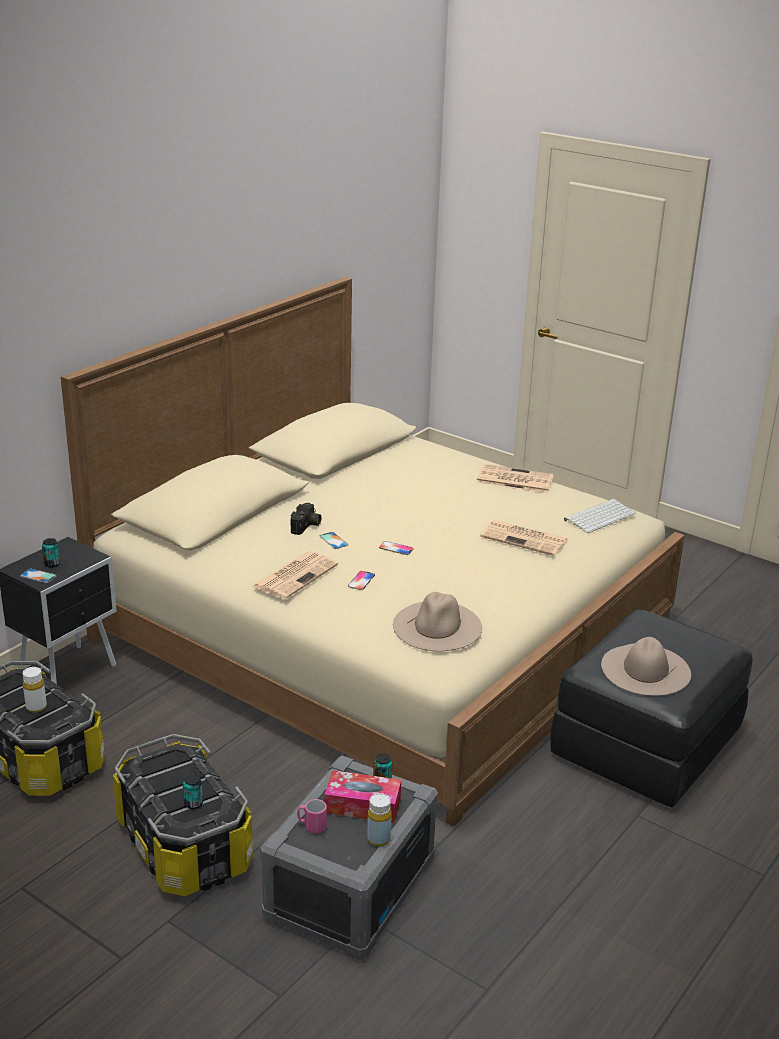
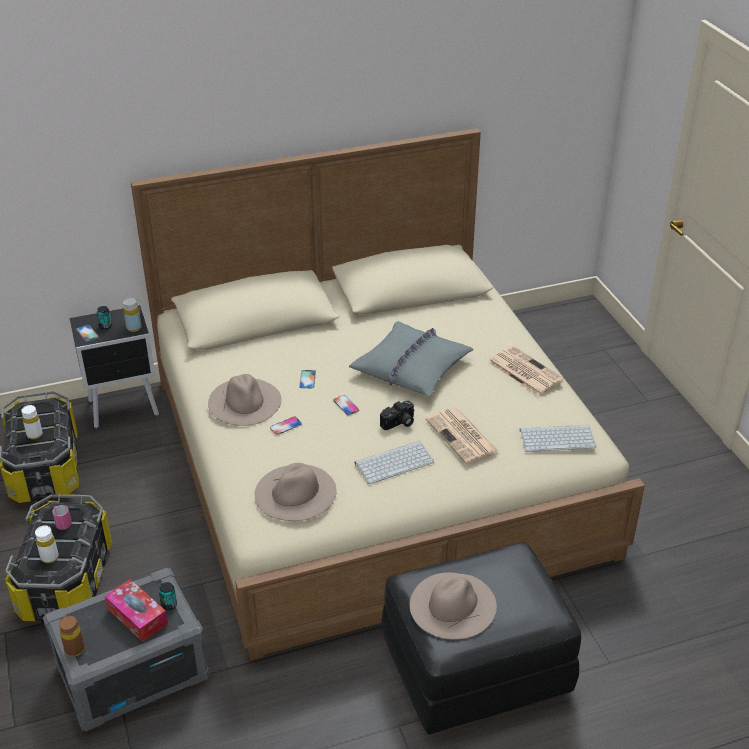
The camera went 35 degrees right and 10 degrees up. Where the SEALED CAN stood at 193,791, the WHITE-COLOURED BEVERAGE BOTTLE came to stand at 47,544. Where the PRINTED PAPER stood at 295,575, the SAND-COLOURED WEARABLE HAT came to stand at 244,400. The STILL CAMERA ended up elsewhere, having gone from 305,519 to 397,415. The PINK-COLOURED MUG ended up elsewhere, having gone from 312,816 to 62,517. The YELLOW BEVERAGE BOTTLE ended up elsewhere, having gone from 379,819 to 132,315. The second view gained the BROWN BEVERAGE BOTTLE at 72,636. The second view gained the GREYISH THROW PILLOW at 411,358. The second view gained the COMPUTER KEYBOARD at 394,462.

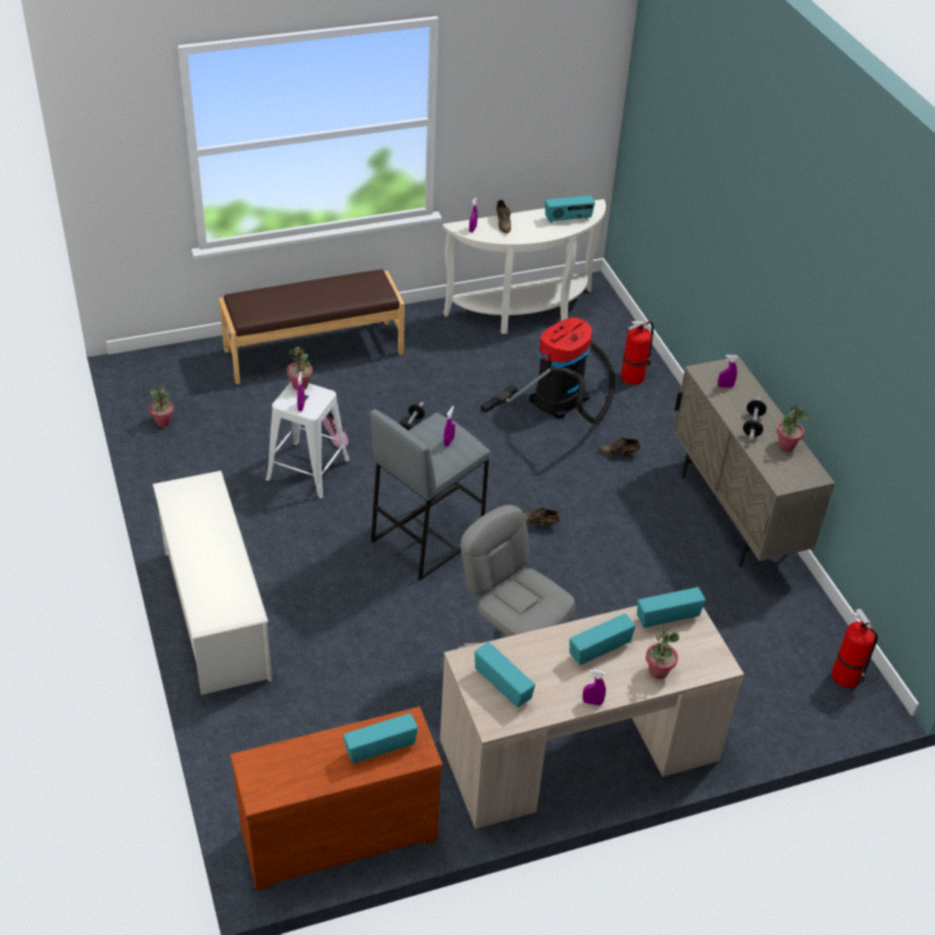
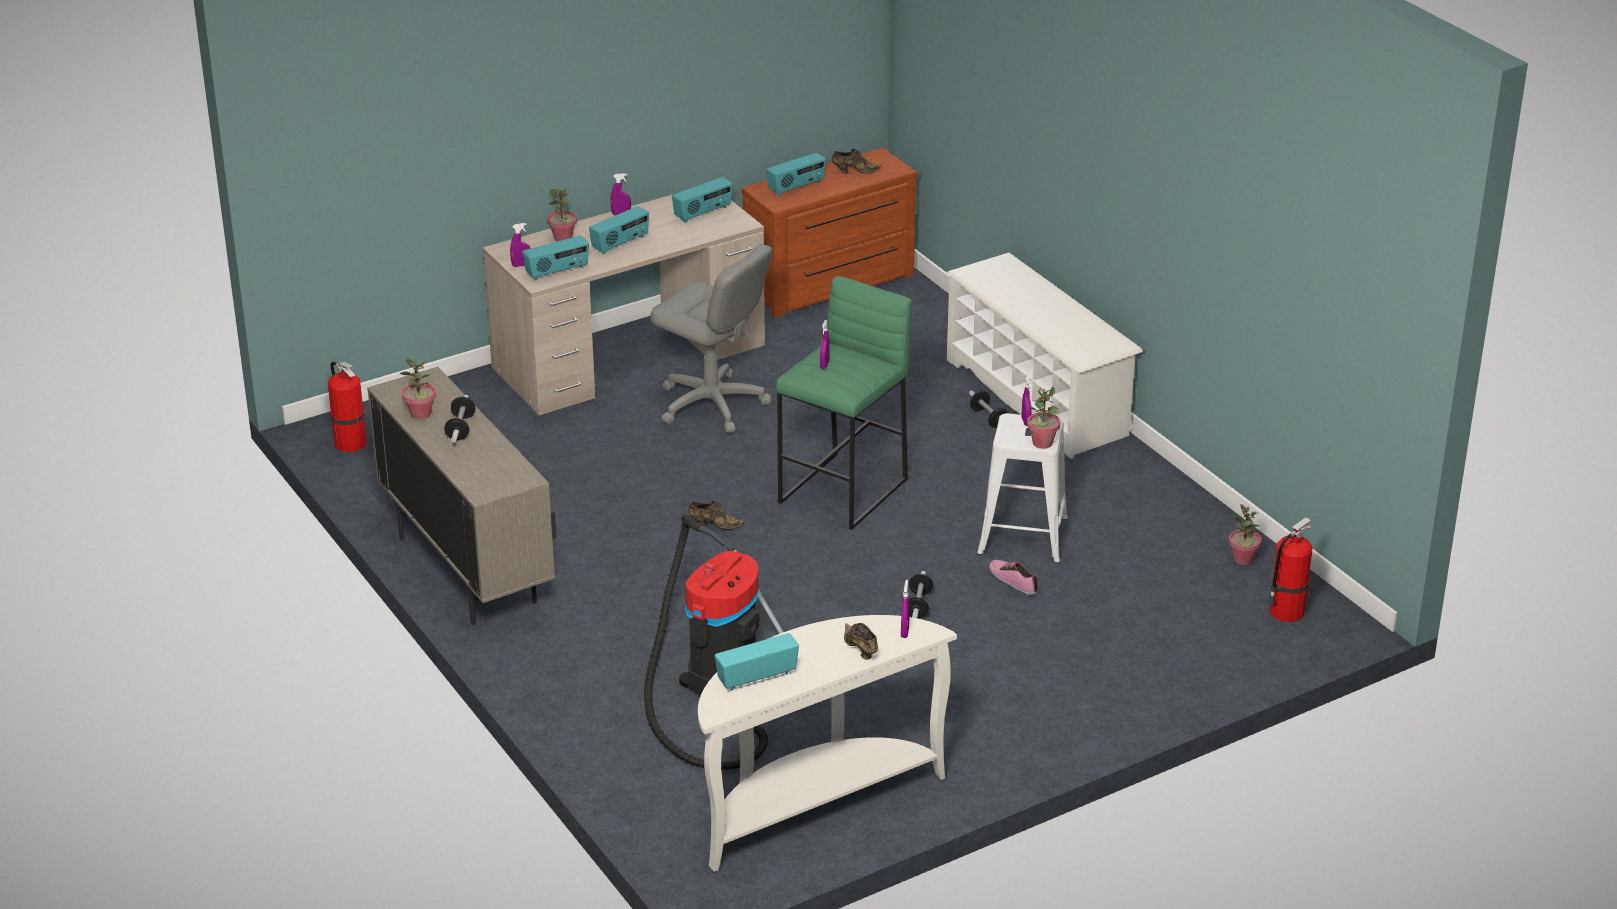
The camera went 170 degrees right and 10 degrees down. The second view lost the BROWN BENCH at 312,326. What was the GREYISH STOOL SEAT at 430,494 turned into the GREEN STOOL SEAT at 844,403. The RADIO at 505,675 ended up facing another way, 75 degrees counterclockwise from before. The BROWN LOW SHOE ended up elsewhere, having gone from 618,447 to 856,161. The EXTINGUISHER ended up elsewhere, having gone from 637,353 to 1290,569. The PURPLISH SPRAYER ended up elsewhere, having gone from 728,371 to 520,245. The second view gained the DUMBBELL at 988,409.

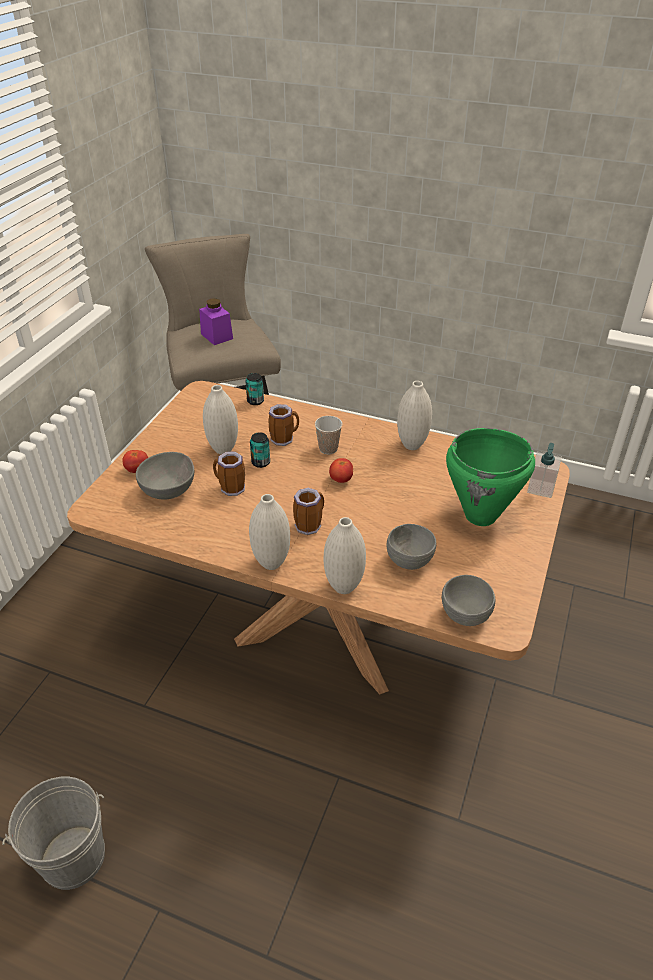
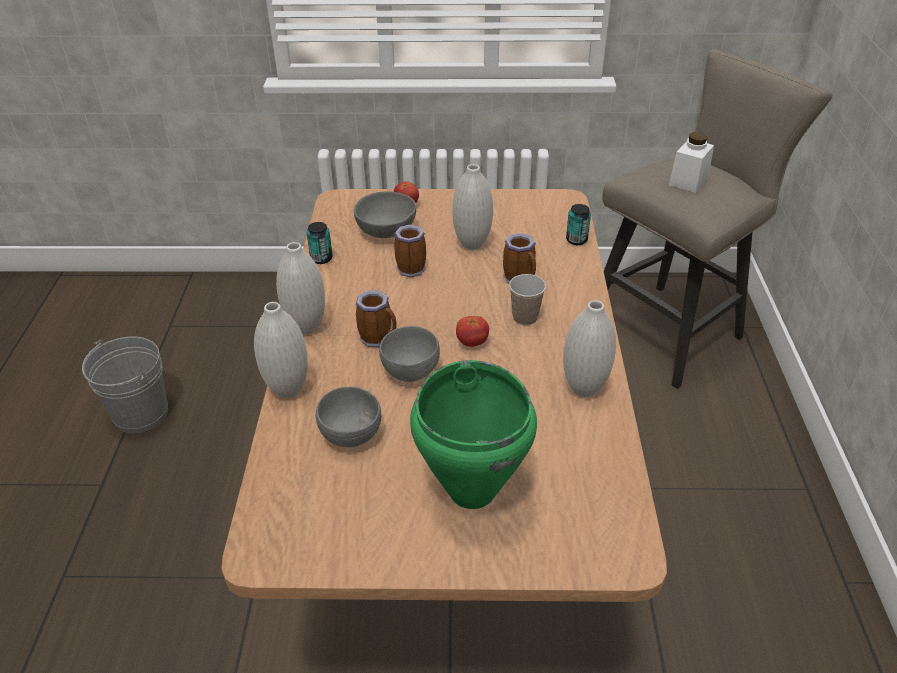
The camera went 70 degrees right and 0 degrees up. What was the PURPLISH JAR at 216,321 turned into the WHITE-COLOURED JAR at 691,162. The SEALED CAN ended up elsewhere, having gone from 260,450 to 320,243. The GREYISH SERVING BOWL ended up elsewhere, having gone from 468,600 to 409,354. The second view lost the SOAP DISPENSER at 544,470.

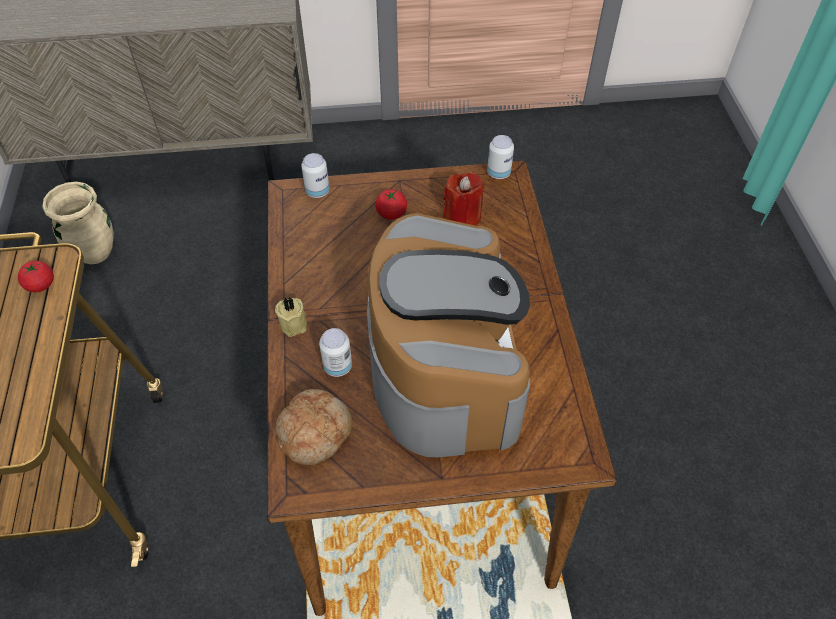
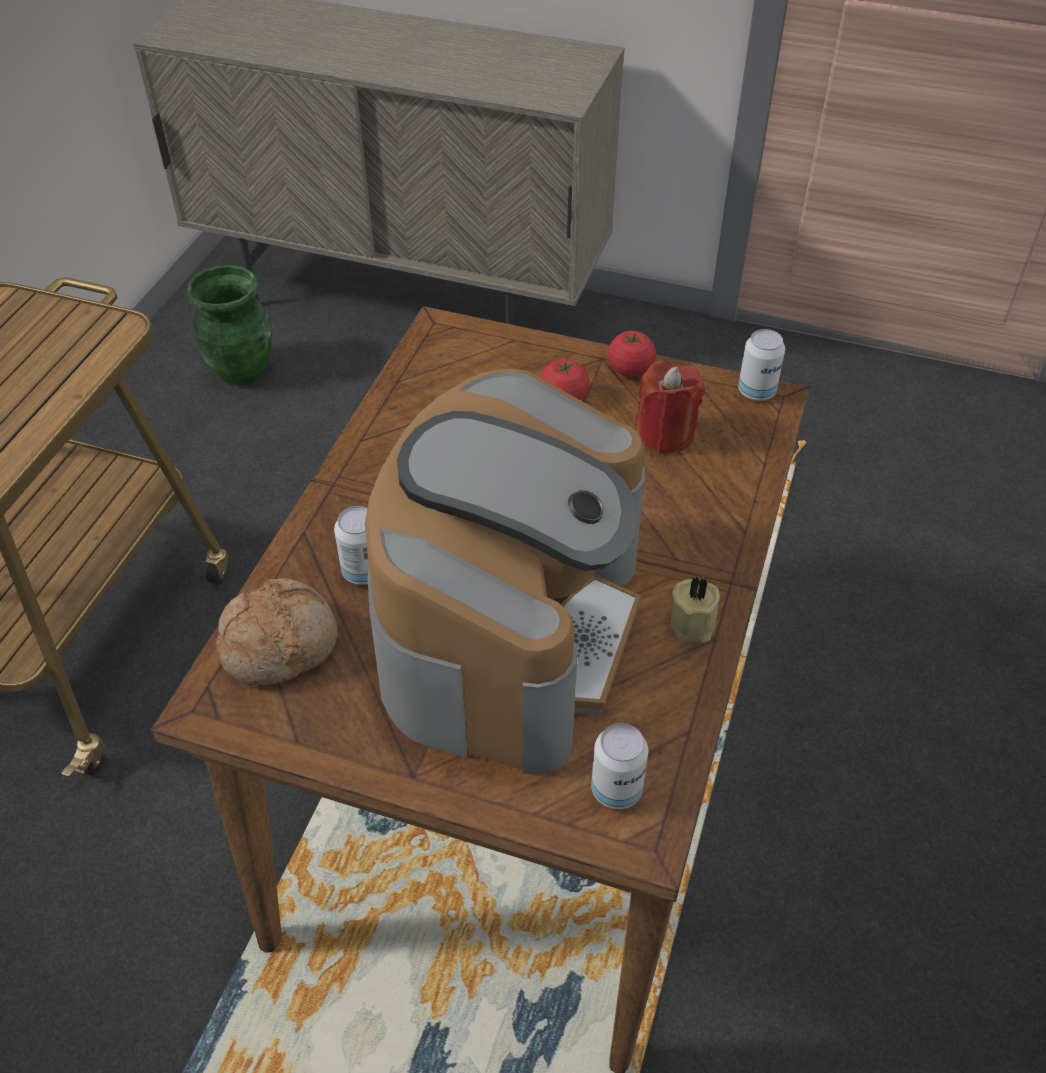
The camera went 25 degrees right and 5 degrees down. The FRESH TOMATO ended up elsewhere, having gone from 36,276 to 632,354. What was the SAND-COLOURED VASE at 78,223 turned into the GREEN VASE at 229,325. The SAND-COLOURED WAX LIGHT ended up elsewhere, having gone from 291,316 to 695,610. The SEALED CAN ended up elsewhere, having gone from 315,175 to 619,766.

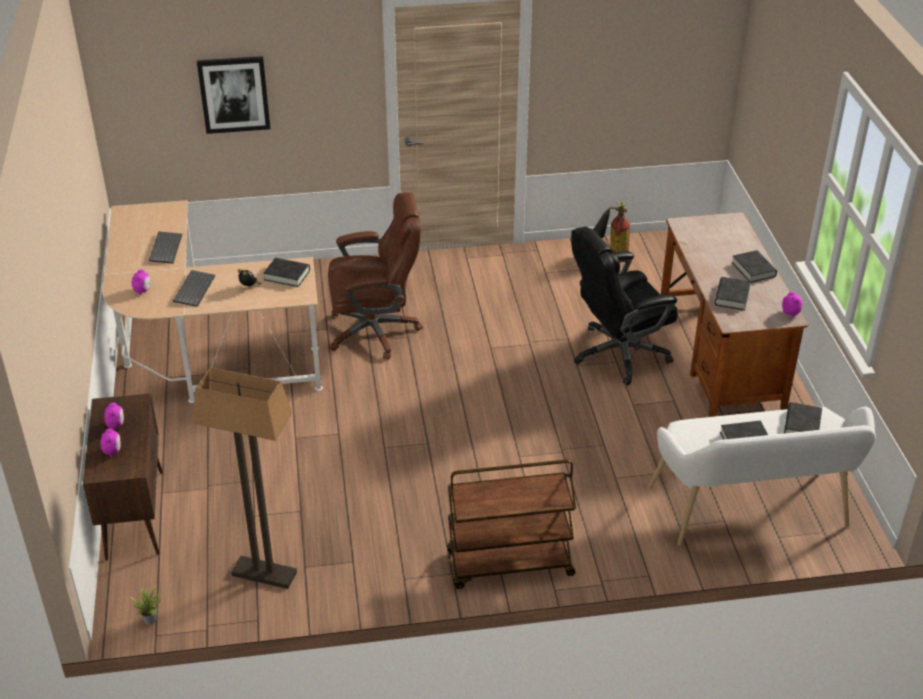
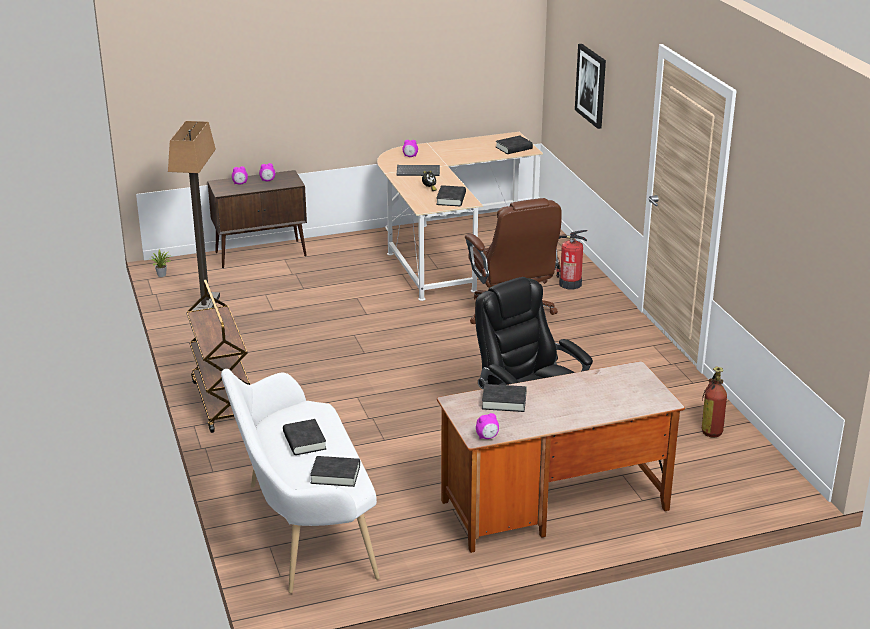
The camera went 80 degrees right and 10 degrees down. The second view lost the COMPUTER KEYBOARD at 165,247. The BLACKISH BOUND BOOK ended up elsewhere, having gone from 754,266 to 514,145. The second view gained the EXTINGUISHER at 571,260.

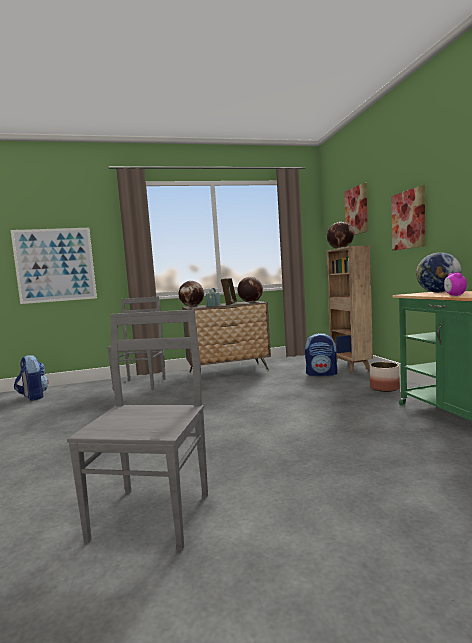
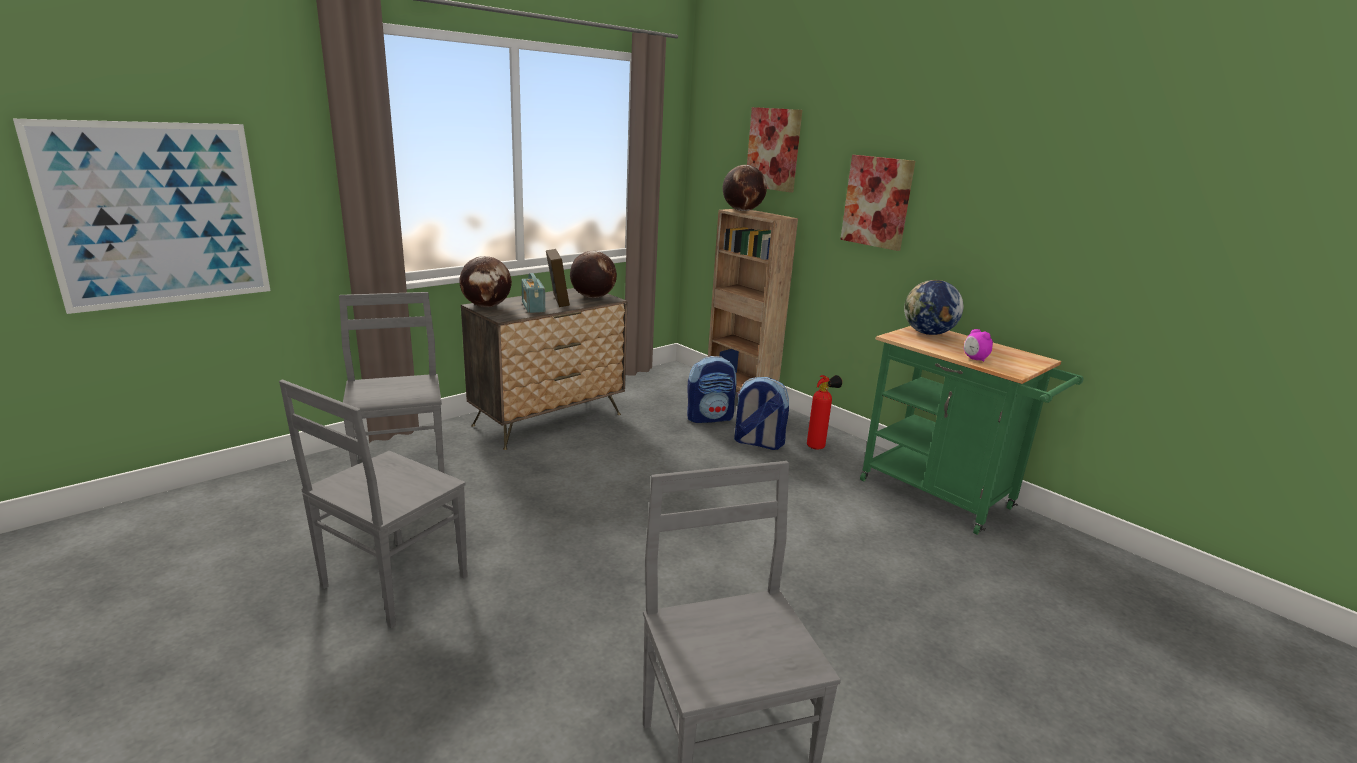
The camera went 30 degrees left and 15 degrees up. The BACKPACK ended up elsewhere, having gone from 31,378 to 761,413. Where the FLOWER POT stood at 385,377, the EXTINGUISHER came to stand at 824,412. The second view gained the GREYISH PLAIN CHAIR at 373,503.

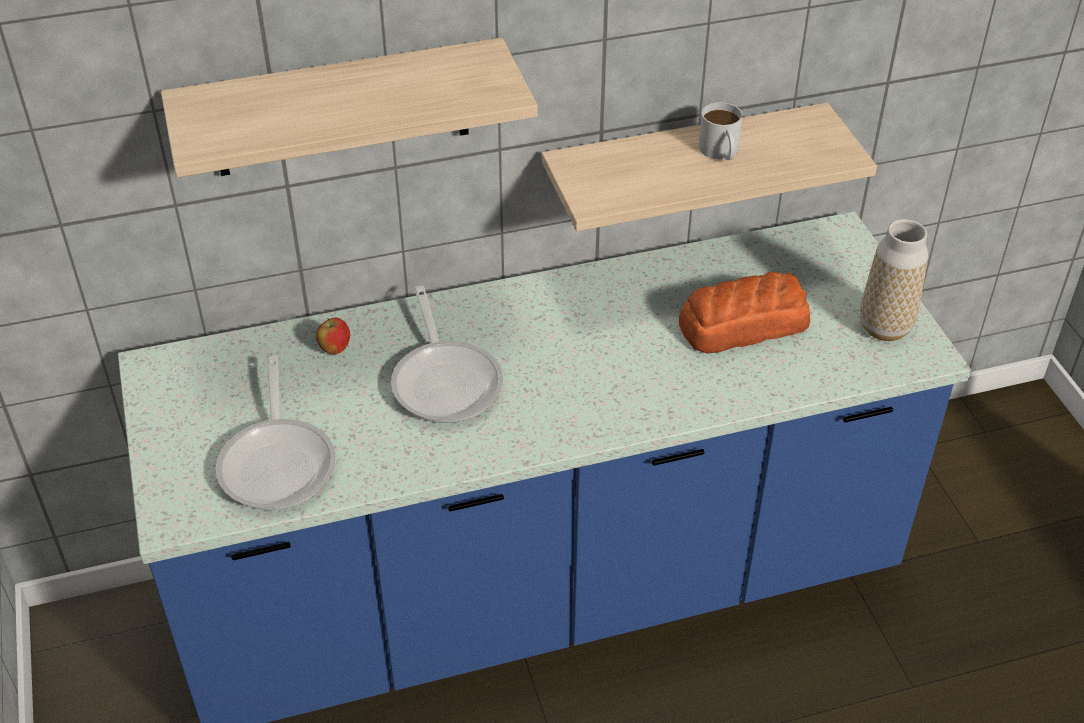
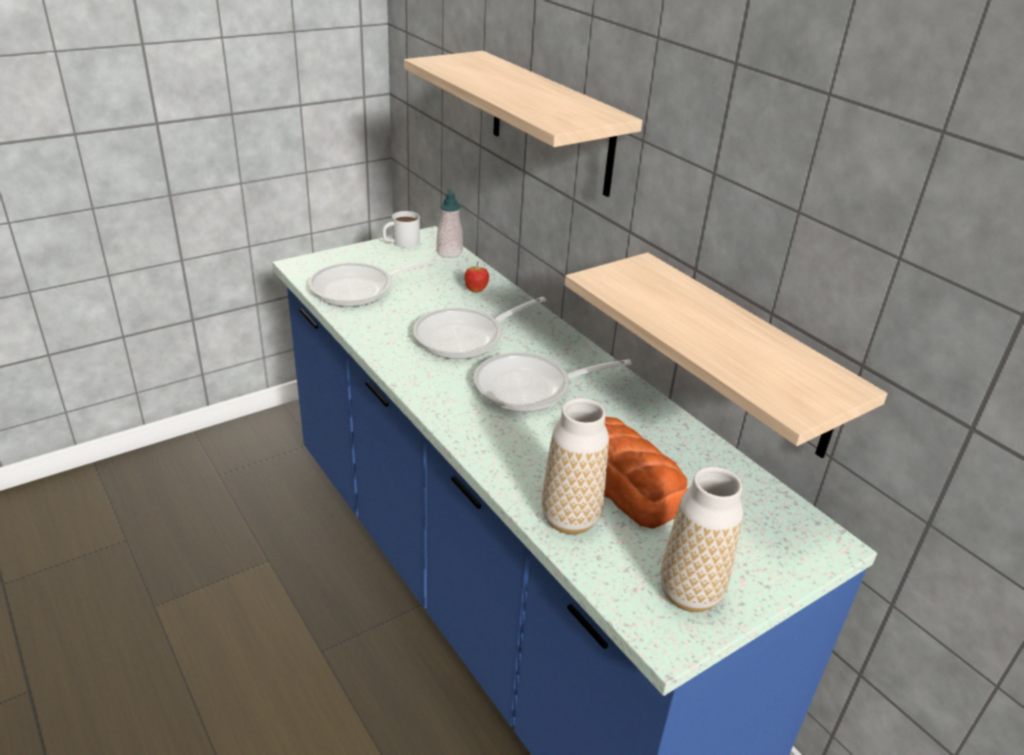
The camera went 70 degrees right and 10 degrees down. The WHITE-COLOURED MUG ended up elsewhere, having gone from 720,131 to 401,229. The second view gained the SOAP DISPENSER at 449,224. The second view gained the PAN at 553,382. The second view gained the VASE at 575,466.

